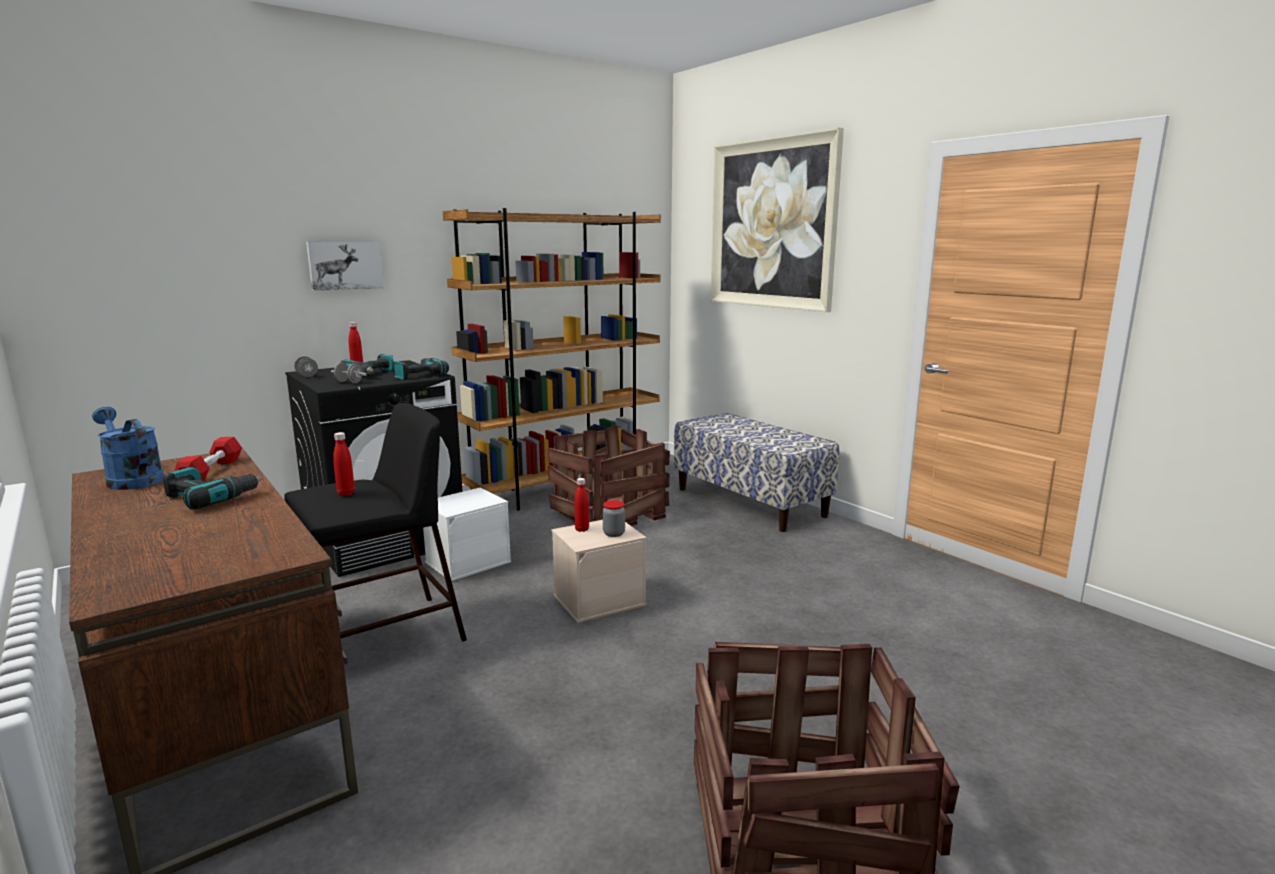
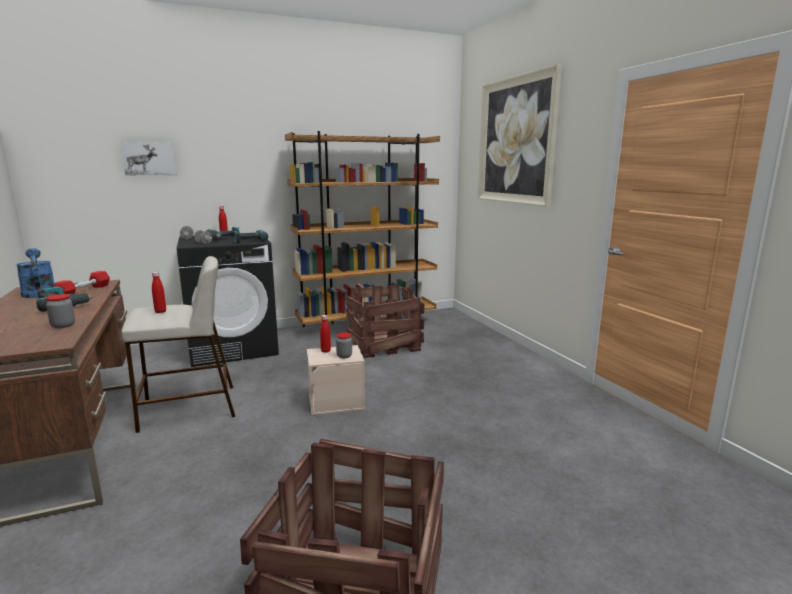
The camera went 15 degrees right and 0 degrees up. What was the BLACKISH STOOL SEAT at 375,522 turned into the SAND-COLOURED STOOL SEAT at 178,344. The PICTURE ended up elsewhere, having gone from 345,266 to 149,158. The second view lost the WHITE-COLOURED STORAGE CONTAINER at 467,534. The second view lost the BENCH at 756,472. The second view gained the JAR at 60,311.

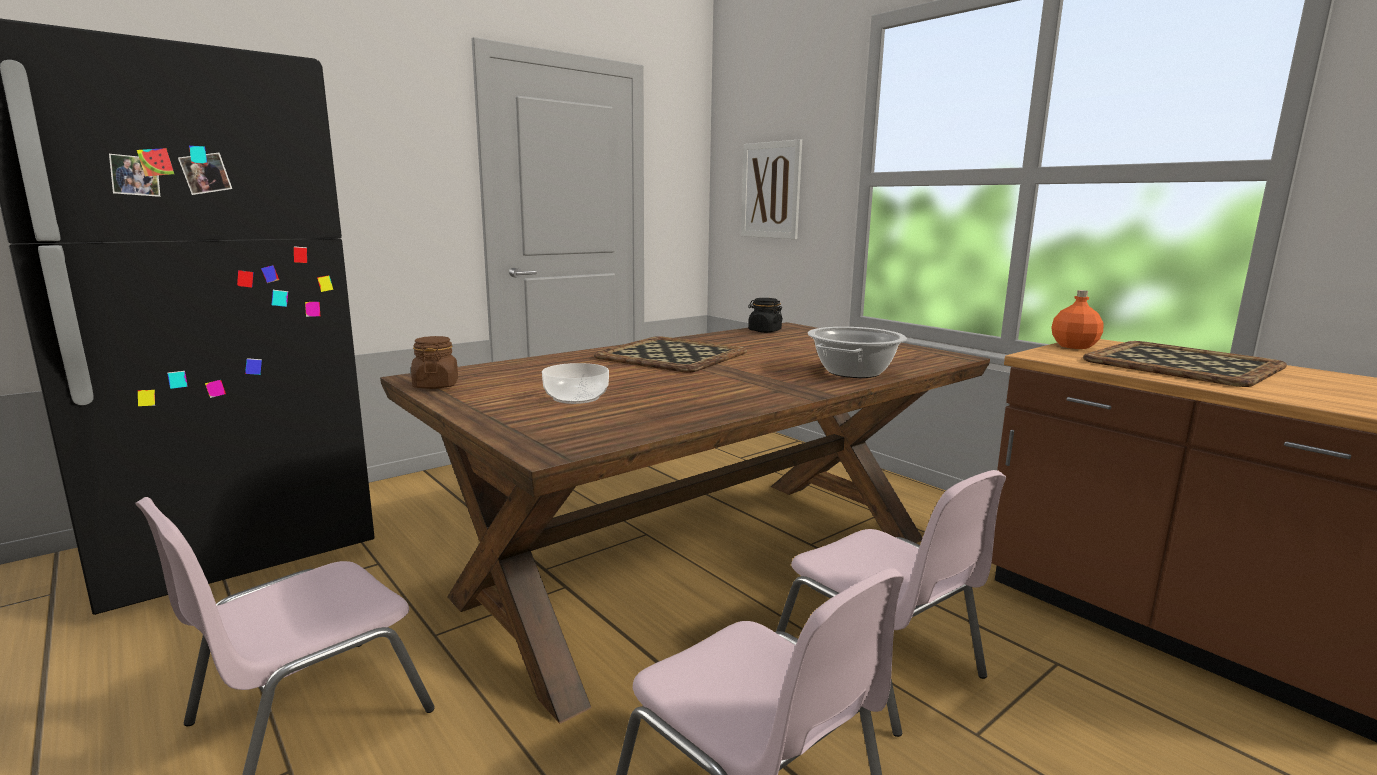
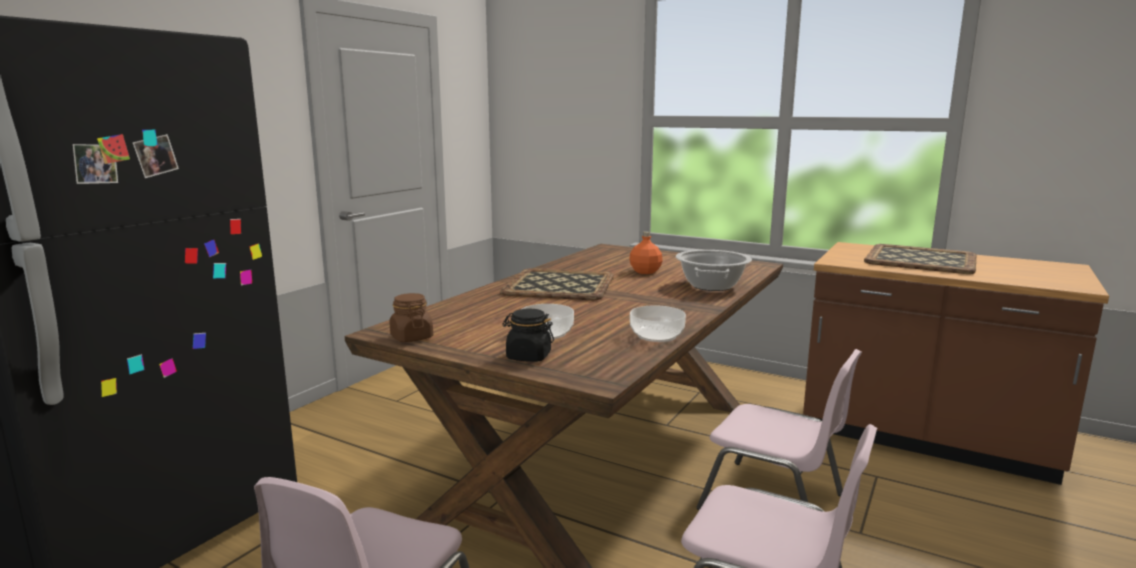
The camera went 20 degrees left and 0 degrees up. The second view lost the PICTURE at 771,189. The BLACKISH JAR ended up elsewhere, having gone from 765,315 to 528,335. The ORANGEY BEVERAGE BOTTLE ended up elsewhere, having gone from 1077,319 to 646,252. The second view gained the SERVING BOWL at 658,323.

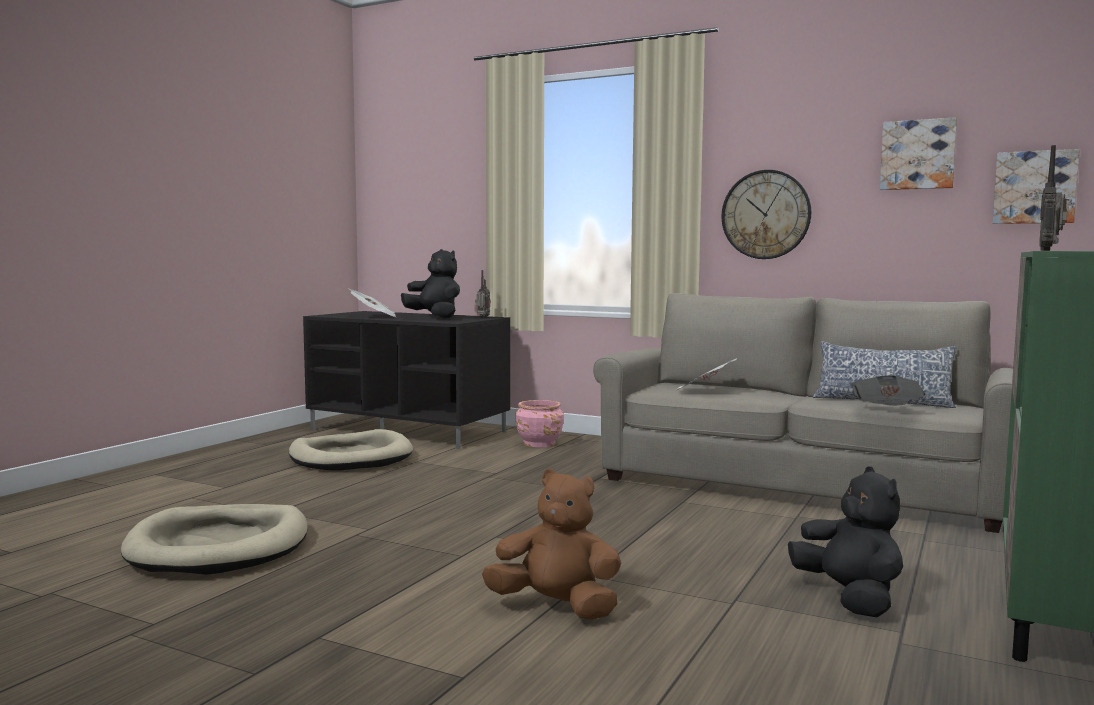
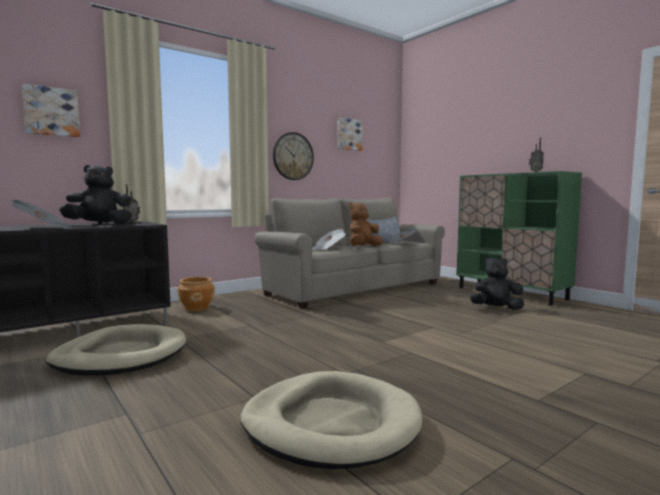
The camera went 65 degrees left and 0 degrees up. The BROWN SOFT TOY ended up elsewhere, having gone from 551,544 to 365,224. What was the PINK-COLOURED FLOWER POT at 539,423 turned into the BROWN FLOWER POT at 196,294. The PICTURE ended up elsewhere, having gone from 1036,186 to 51,110.

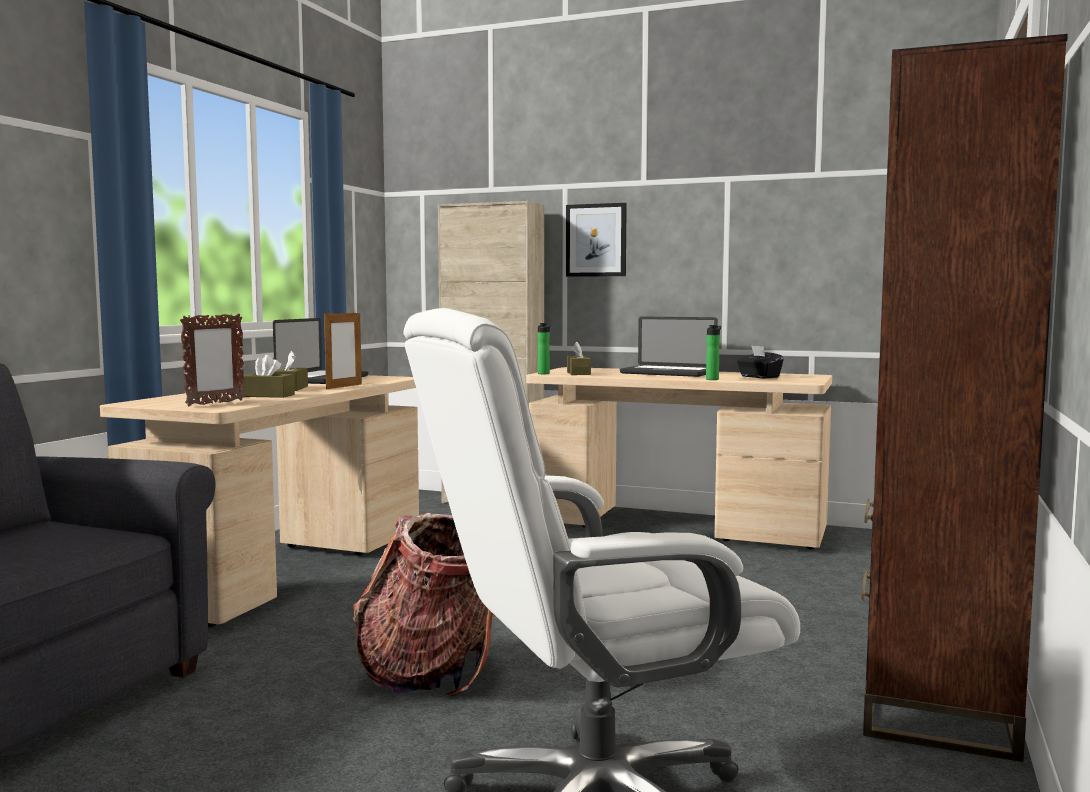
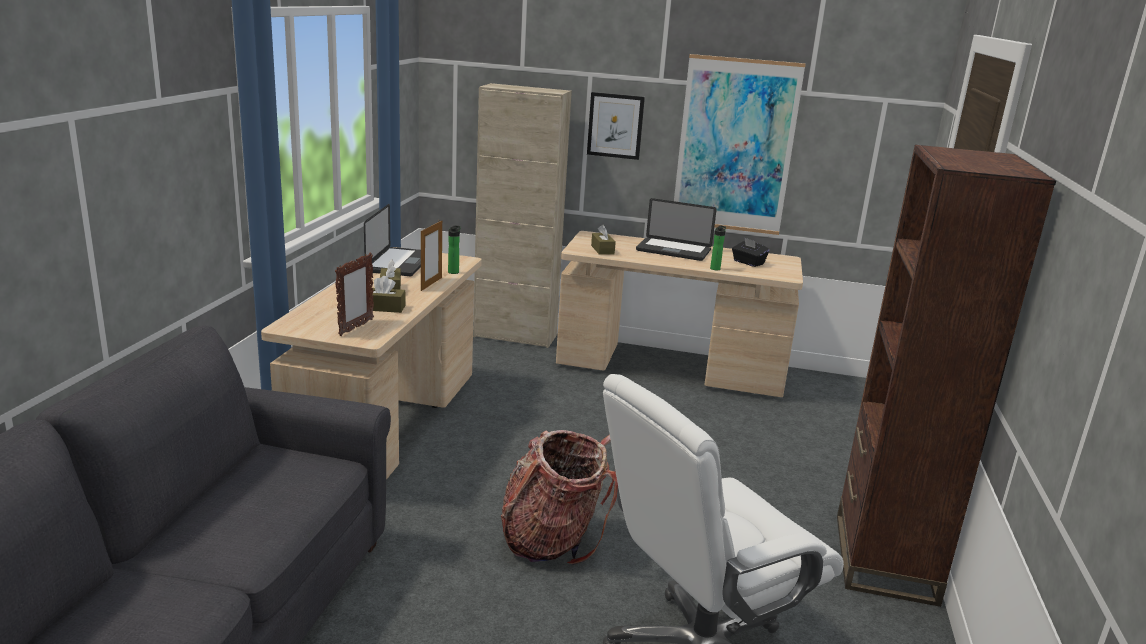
The camera went 10 degrees left and 15 degrees up. The BEVERAGE BOTTLE ended up elsewhere, having gone from 544,348 to 454,249. The second view gained the PICTURE at 740,144.

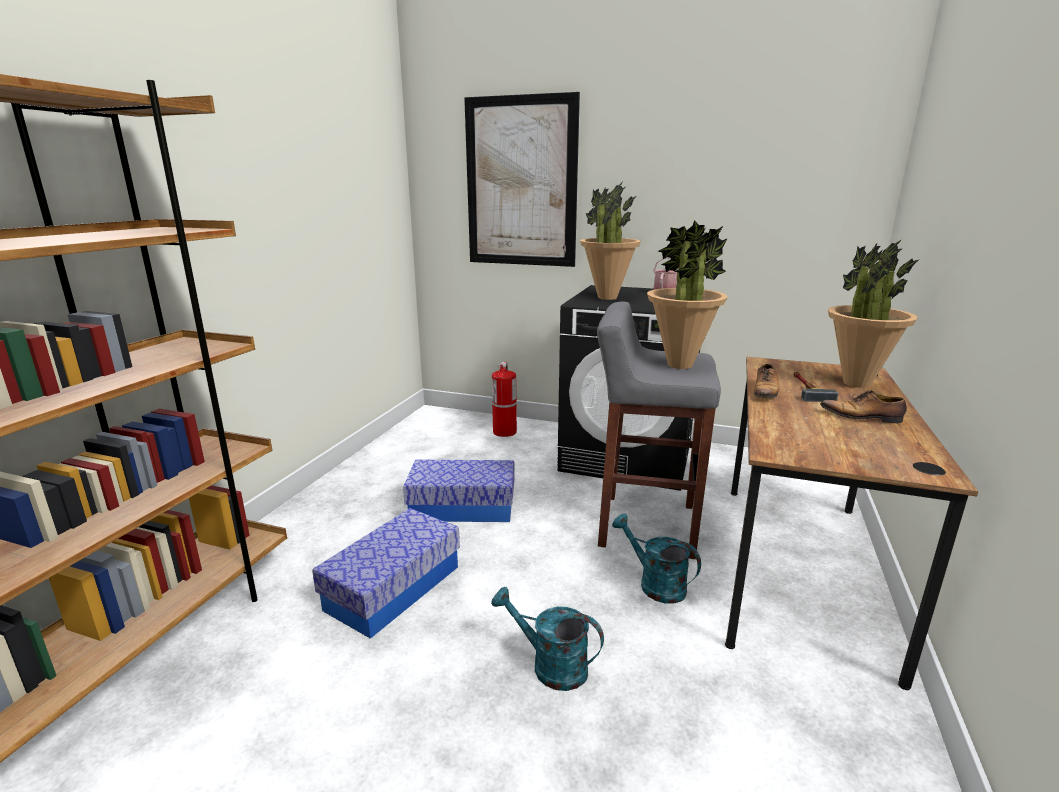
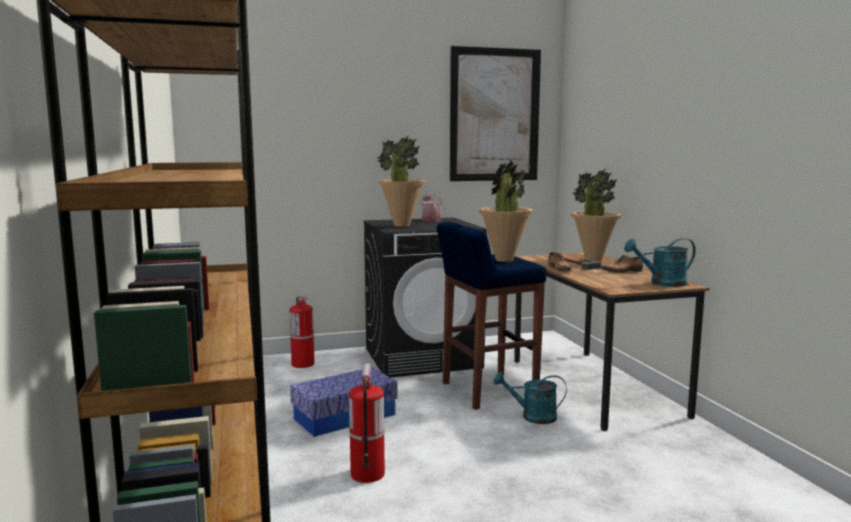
The camera went 35 degrees left and 10 degrees down. Where the STORAGE CONTAINER stood at 386,573, the EXTINGUISHER came to stand at 367,423. The PICTURE ended up elsewhere, having gone from 522,179 to 495,113. The TURQUOISE-COLOURED WATERING POT ended up elsewhere, having gone from 547,639 to 660,262. What was the GREYISH STOOL SEAT at 659,430 turned into the BLUE STOOL SEAT at 492,316.

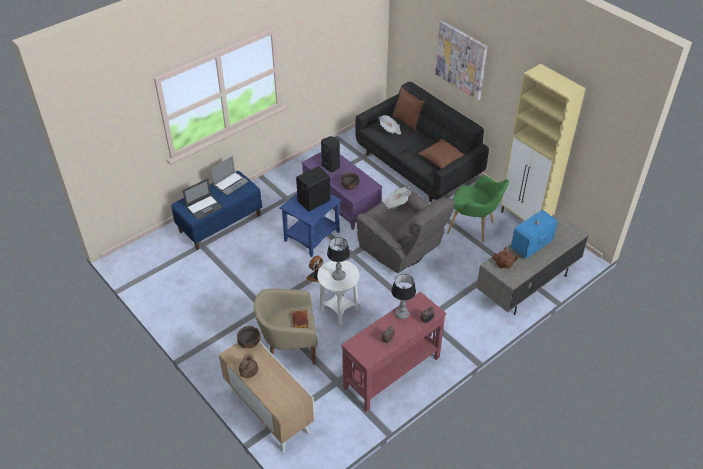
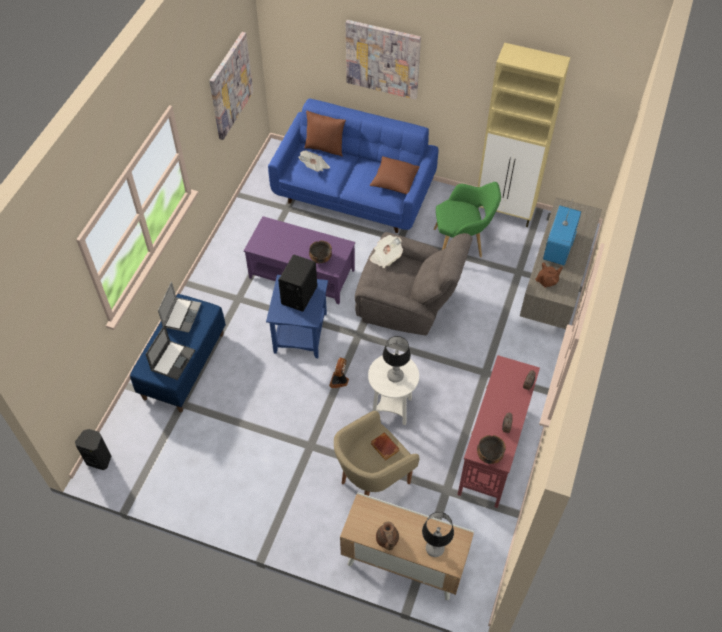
The camera went 30 degrees left and 10 degrees up. The SERVING BOWL ended up elsewhere, having gone from 249,337 to 491,449. The BLACKISH AUDIO SPEAKER ended up elsewhere, having gone from 330,154 to 93,449. What was the BLACKISH COUCH at 422,142 turned into the BLUE COUCH at 353,166. The TABLETOP LAMP ended up elsewhere, having gone from 403,296 to 438,534. The second view gained the PICTURE at 231,86.

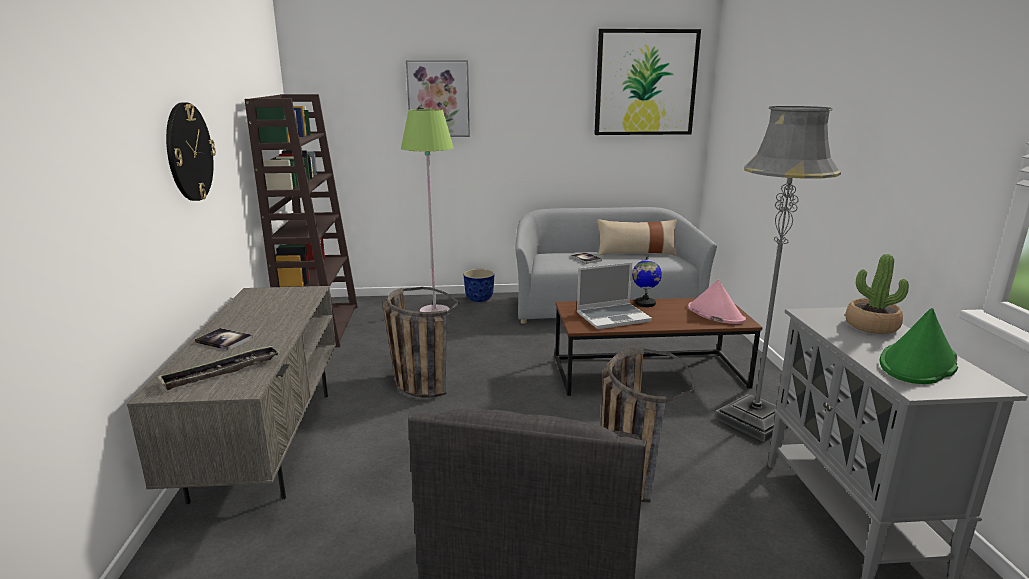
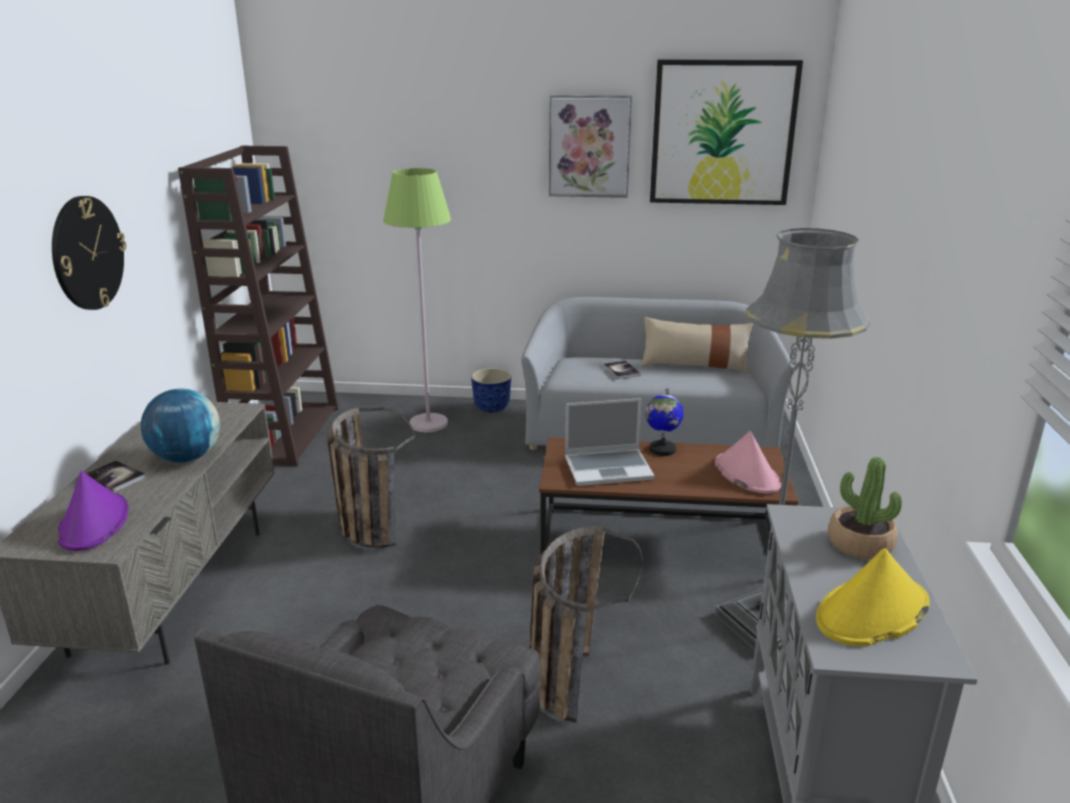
The camera went 10 degrees right and 5 degrees up. Where the CARRYING TRAY stood at 219,367, the PURPLISH WEARABLE HAT came to stand at 93,511. The PICTURE ended up elsewhere, having gone from 438,98 to 590,146. What was the GREEN WEARABLE HAT at 919,346 turned into the YELLOW WEARABLE HAT at 873,597. The second view gained the WORLD GLOBE at 180,425.

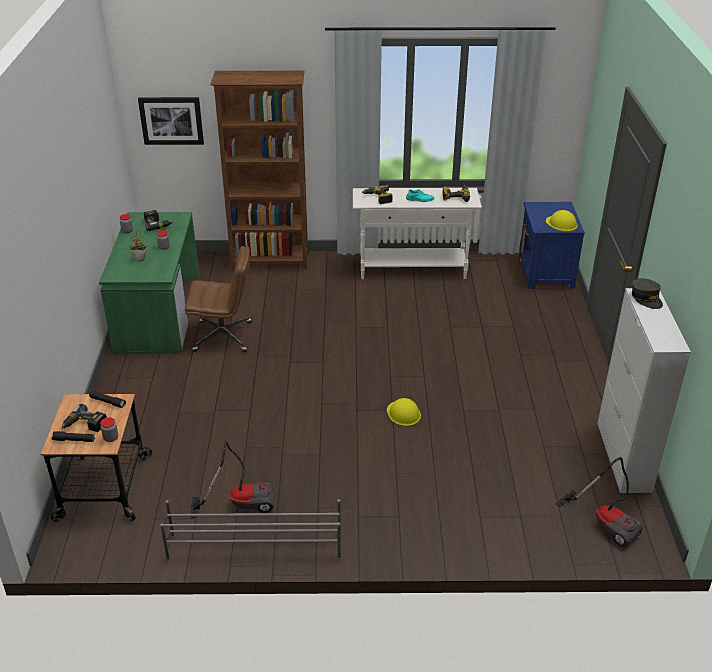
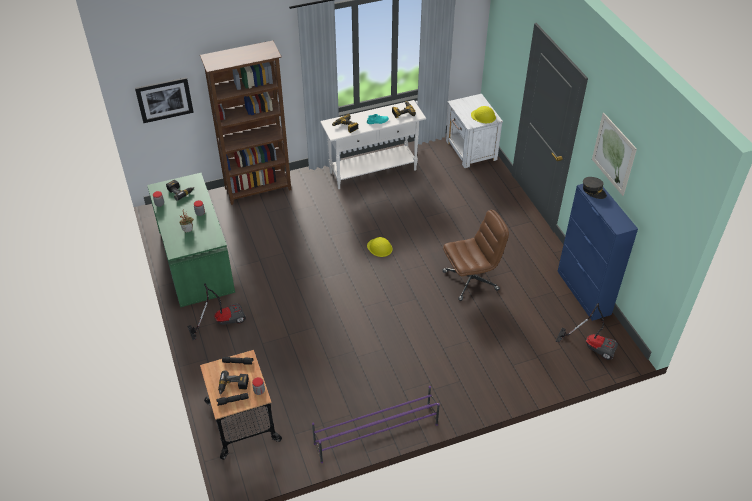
The camera went 20 degrees left and 10 degrees up. What was the GREYISH SHOE RACK at 250,530 turned into the PURPLISH SHOE RACK at 376,424. The BROWN COMPUTER CHAIR ended up elsewhere, having gone from 218,299 to 476,255. The VACUUM ended up elsewhere, having gone from 232,479 to 216,311. The YELLOW WORK HELMET ended up elsewhere, having gone from 404,412 to 380,247. What was the BLUE NIGHT TABLE at 552,245 turned into the WHITE-COLOURED NIGHT TABLE at 474,131. What was the WHITE-COLOURED CUPBOARD at 644,390 turned into the BLUE CUPBOARD at 597,252. The second view gained the PICTURE at 614,154.

